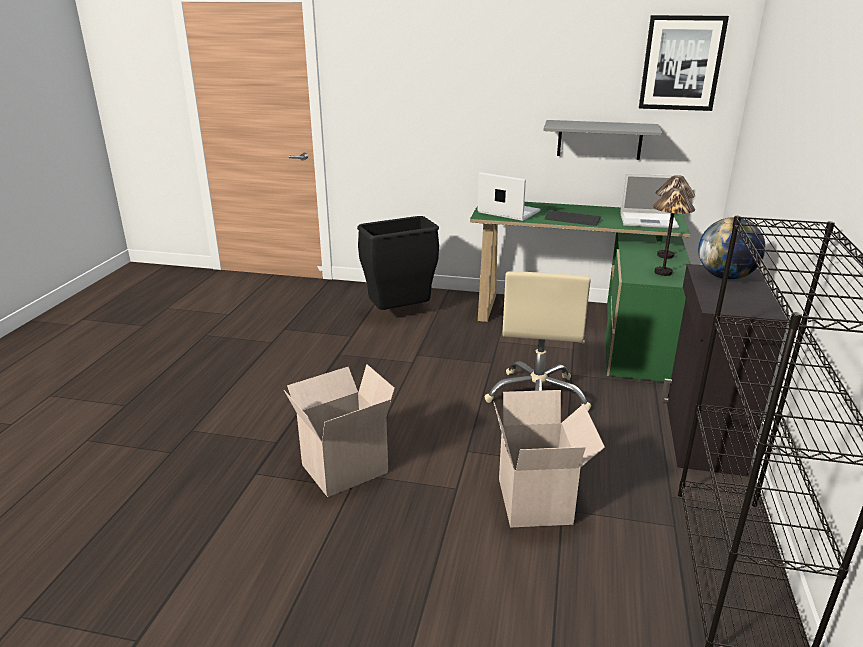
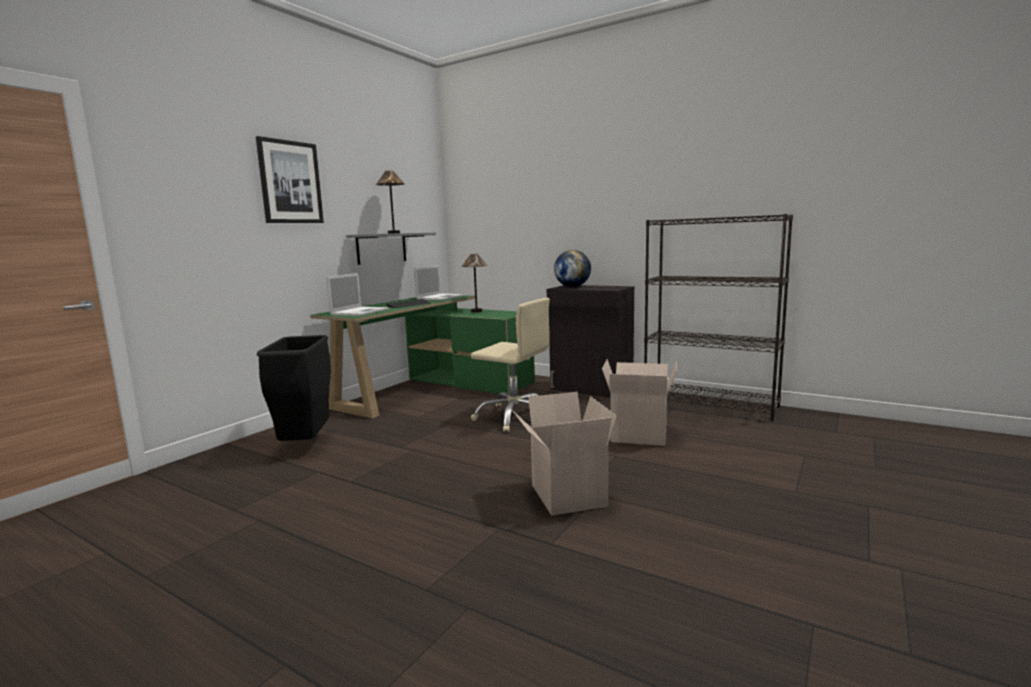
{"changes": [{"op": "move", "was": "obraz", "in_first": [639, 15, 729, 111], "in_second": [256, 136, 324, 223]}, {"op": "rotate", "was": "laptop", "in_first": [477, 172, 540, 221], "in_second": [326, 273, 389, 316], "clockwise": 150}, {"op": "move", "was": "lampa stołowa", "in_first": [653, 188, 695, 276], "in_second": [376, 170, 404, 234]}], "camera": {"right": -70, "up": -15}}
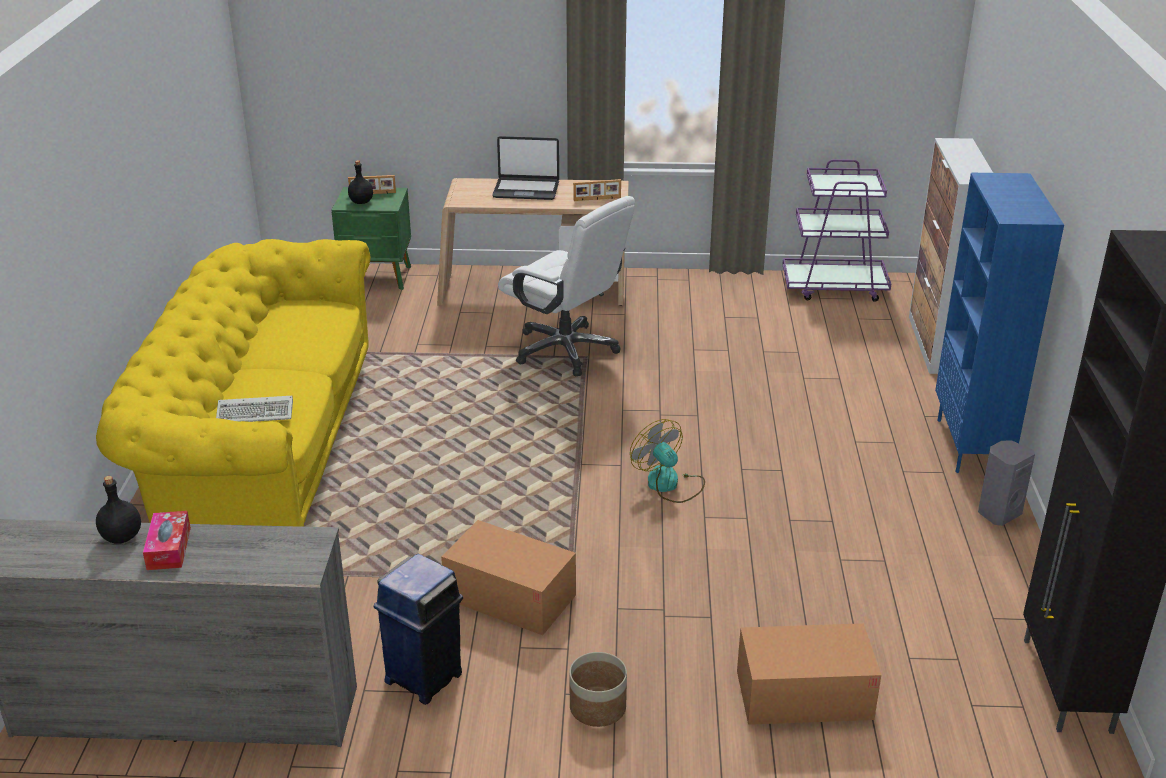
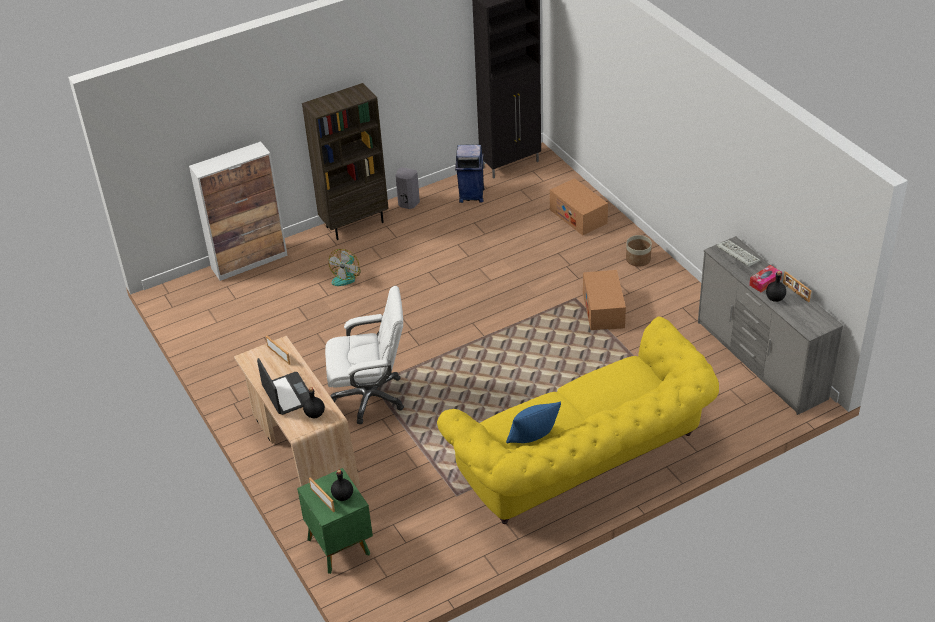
{"changes": [{"op": "delete", "was": "wózek/fioletowy", "in_first": [782, 159, 891, 302]}, {"op": "recolor", "was": "regał/niebieski", "now": "regał/brązowy", "in_first": [935, 173, 1064, 473], "in_second": [302, 83, 389, 240]}, {"op": "rotate", "was": "krzesło biurowe/biały", "in_first": [498, 196, 635, 376], "in_second": [325, 286, 404, 424], "clockwise": 75}, {"op": "move", "was": "klawiatura", "in_first": [216, 396, 293, 422], "in_second": [717, 240, 760, 267]}, {"op": "move", "was": "wentylator", "in_first": [630, 419, 705, 503], "in_second": [329, 249, 360, 286]}, {"op": "move", "was": "kosz na śmieci/niebieski", "in_first": [374, 554, 463, 705], "in_second": [455, 144, 485, 203]}, {"op": "insert", "now": "ramka na zdjęcie", "in_second": [783, 271, 811, 302]}, {"op": "insert", "now": "butelka/czarny", "in_second": [303, 387, 325, 418]}, {"op": "insert", "now": "poduszka/niebieski", "in_second": [506, 402, 561, 444]}], "camera": {"right": -120, "up": 10}}
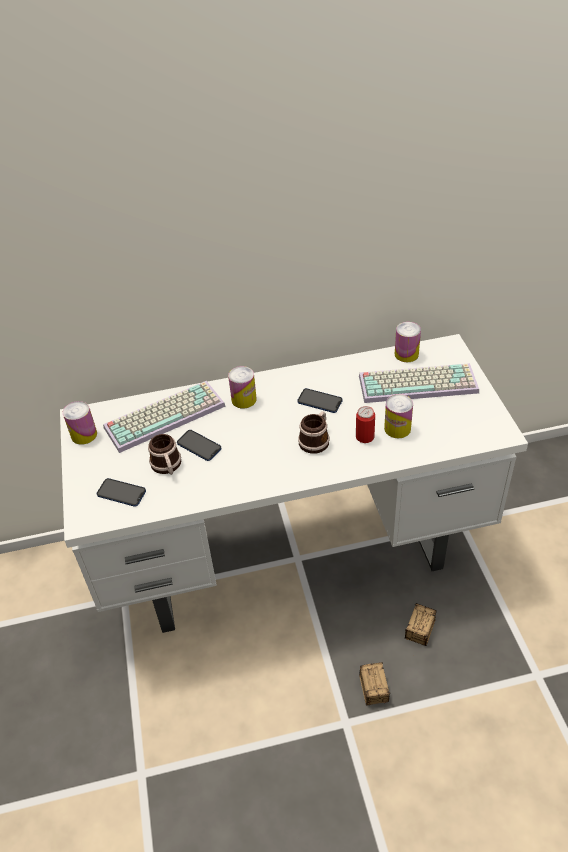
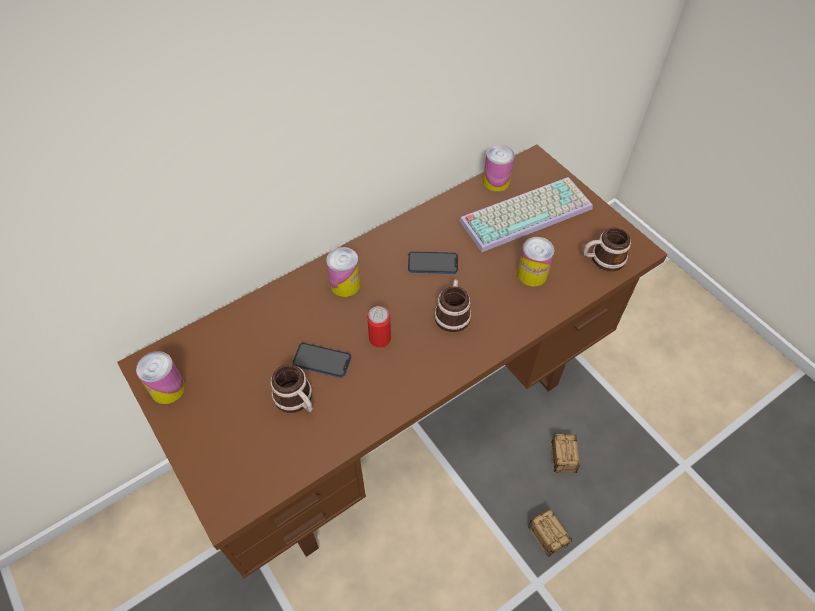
{"changes": [{"op": "recolor", "was": "biurko/biały", "now": "biurko/brązowy", "in_first": [60, 334, 528, 633], "in_second": [117, 144, 667, 578]}, {"op": "delete", "was": "klawiatura", "in_first": [103, 381, 225, 453]}, {"op": "move", "was": "puszka", "in_first": [356, 406, 375, 443], "in_second": [367, 306, 391, 347]}, {"op": "delete", "was": "telefon", "in_first": [97, 478, 146, 507]}, {"op": "insert", "now": "kubek", "in_second": [583, 227, 631, 272]}], "camera": {"right": -25, "up": 10}}
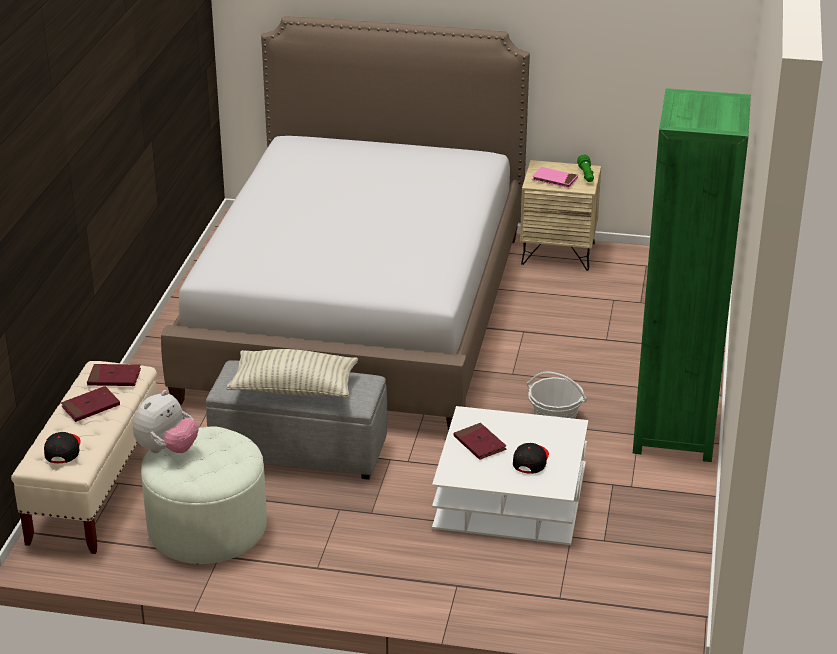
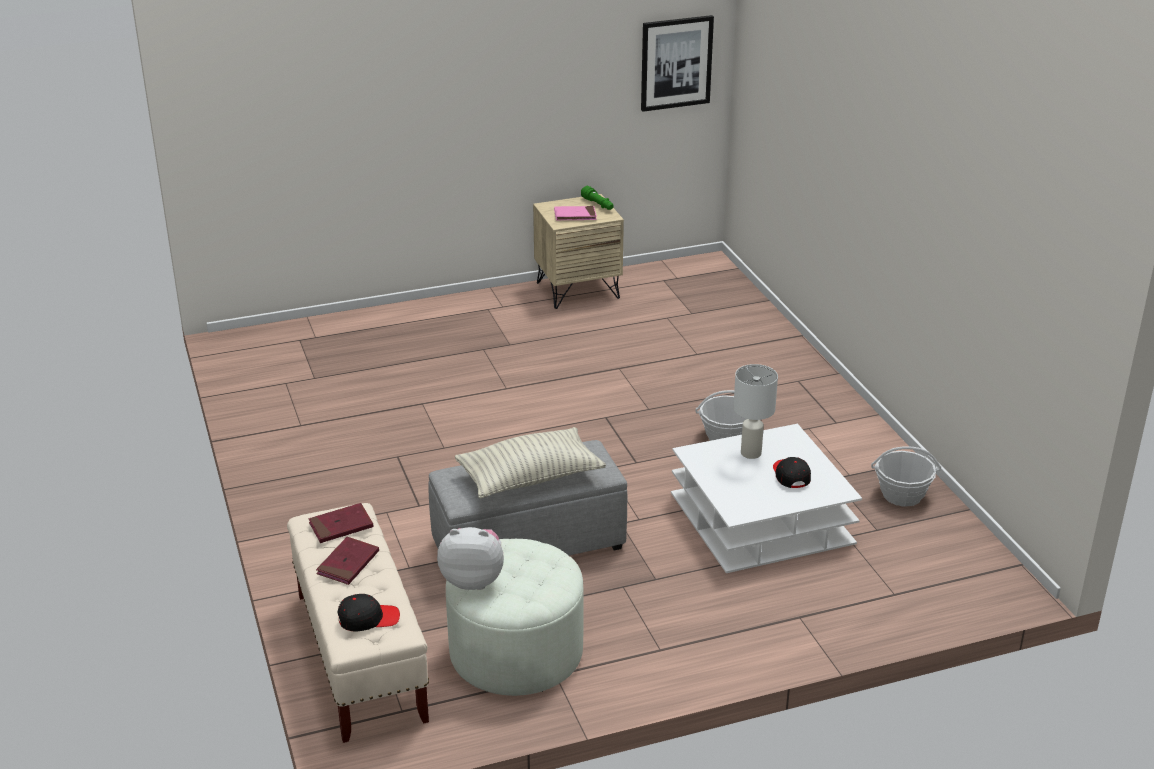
{"changes": [{"op": "delete", "was": "łóżko", "in_first": [161, 16, 530, 431]}, {"op": "delete", "was": "regał/zielony", "in_first": [633, 88, 751, 462]}, {"op": "rotate", "was": "pluszak", "in_first": [133, 390, 199, 453], "in_second": [437, 527, 504, 590], "clockwise": -90}, {"op": "delete", "was": "książka/czerwony", "in_first": [454, 423, 507, 460]}, {"op": "rotate", "was": "czapka z daszkiem/czarny", "in_first": [44, 432, 81, 463], "in_second": [338, 594, 400, 632], "clockwise": 105}, {"op": "insert", "now": "obraz", "in_second": [641, 15, 714, 112]}, {"op": "insert", "now": "lampa stołowa/biały", "in_second": [733, 364, 778, 459]}, {"op": "insert", "now": "koszyk", "in_second": [871, 446, 941, 507]}], "camera": {"right": -30, "up": 0}}
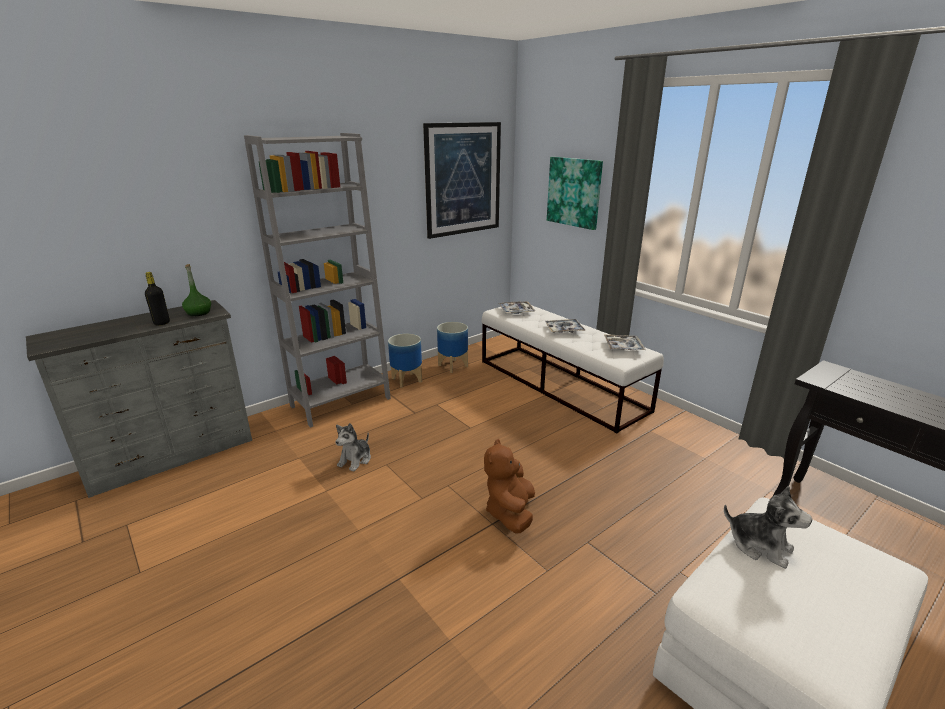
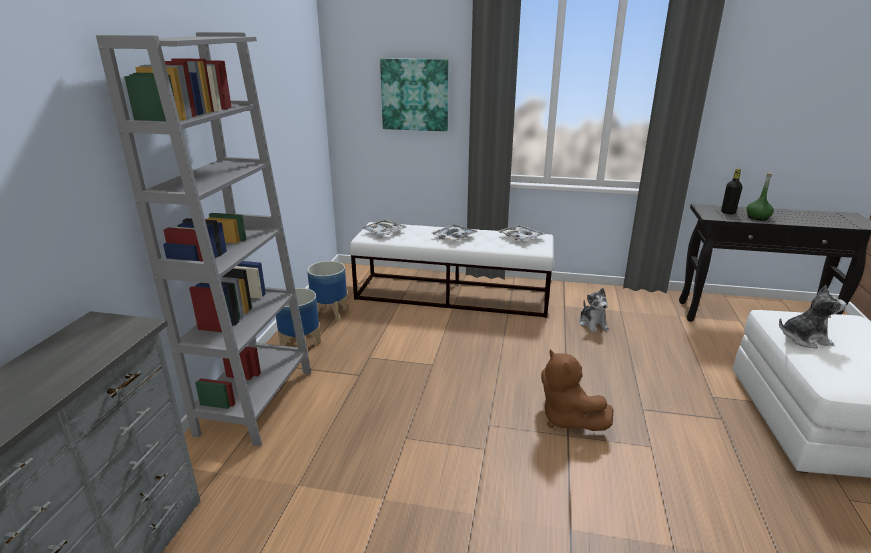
{"changes": [{"op": "delete", "was": "obraz", "in_first": [423, 122, 501, 239]}, {"op": "move", "was": "butelka/zielony", "in_first": [182, 264, 211, 316], "in_second": [746, 173, 774, 221]}, {"op": "move", "was": "butelka/czarny", "in_first": [145, 272, 170, 326], "in_second": [721, 168, 743, 214]}, {"op": "move", "was": "pluszak", "in_first": [335, 423, 371, 472], "in_second": [579, 288, 609, 332]}], "camera": {"right": -40, "up": 0}}
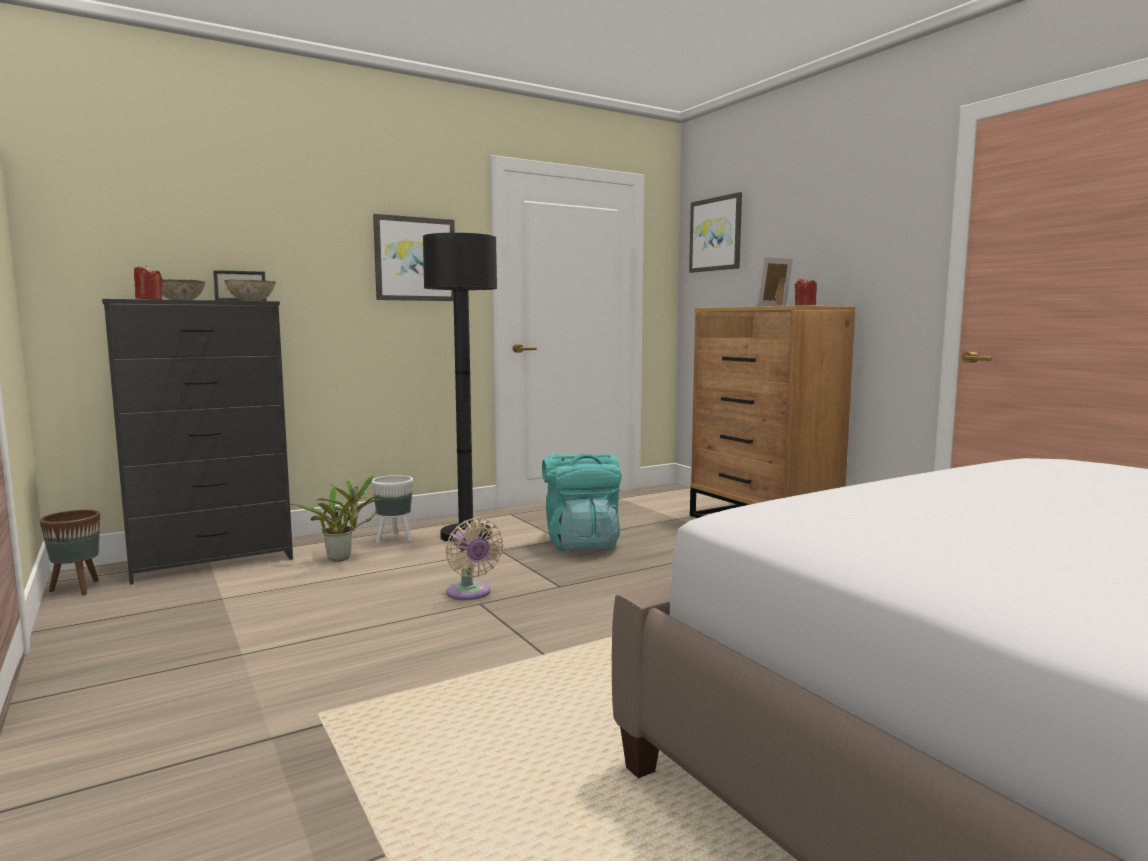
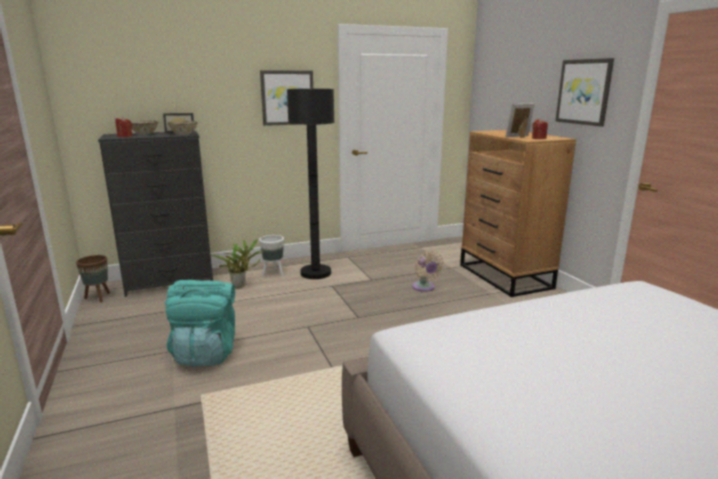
{"changes": [{"op": "move", "was": "obraz", "in_first": [689, 192, 742, 273], "in_second": [556, 58, 614, 127]}, {"op": "move", "was": "plecak/turkusowy", "in_first": [542, 453, 622, 552], "in_second": [165, 280, 235, 366]}, {"op": "move", "was": "wentylator/beżowy", "in_first": [445, 517, 503, 600], "in_second": [412, 251, 444, 292]}], "camera": {"right": 10, "up": 10}}
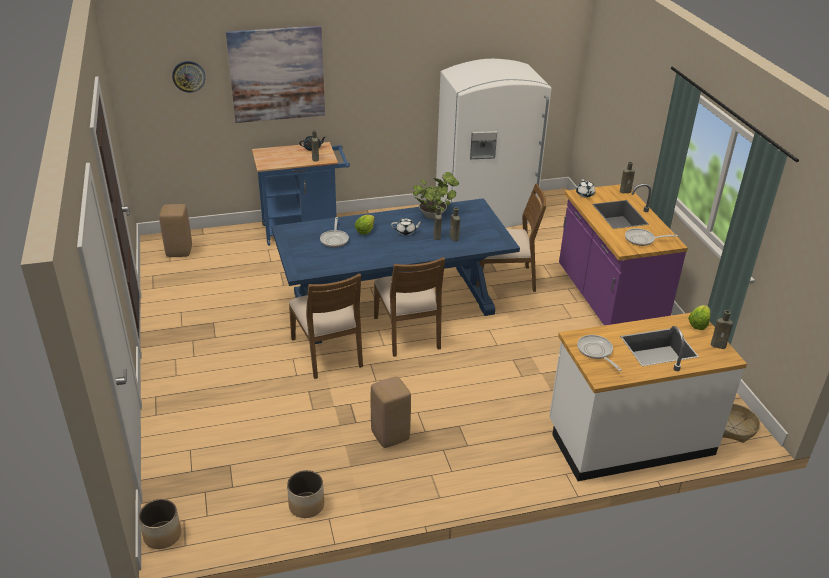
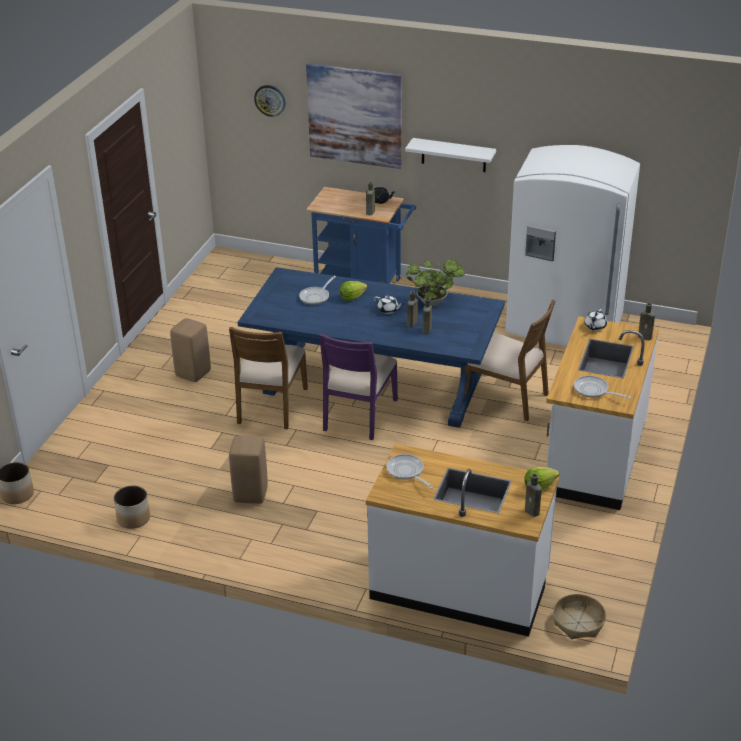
{"changes": [{"op": "recolor", "was": "zabudowa kuchenna/fioletowy", "now": "zabudowa kuchenna/biały", "in_first": [559, 184, 688, 326], "in_second": [546, 316, 659, 510]}, {"op": "move", "was": "stołek/beżowy", "in_first": [159, 204, 192, 257], "in_second": [170, 318, 211, 382]}, {"op": "recolor", "was": "krzesło/brązowy", "now": "krzesło/fioletowy", "in_first": [374, 257, 445, 357], "in_second": [319, 333, 398, 440]}, {"op": "rotate", "was": "patelnia", "in_first": [577, 335, 622, 371], "in_second": [386, 454, 434, 489], "clockwise": -45}, {"op": "insert", "now": "półka/biały", "in_second": [405, 138, 496, 172]}], "camera": {"right": 35, "up": 0}}
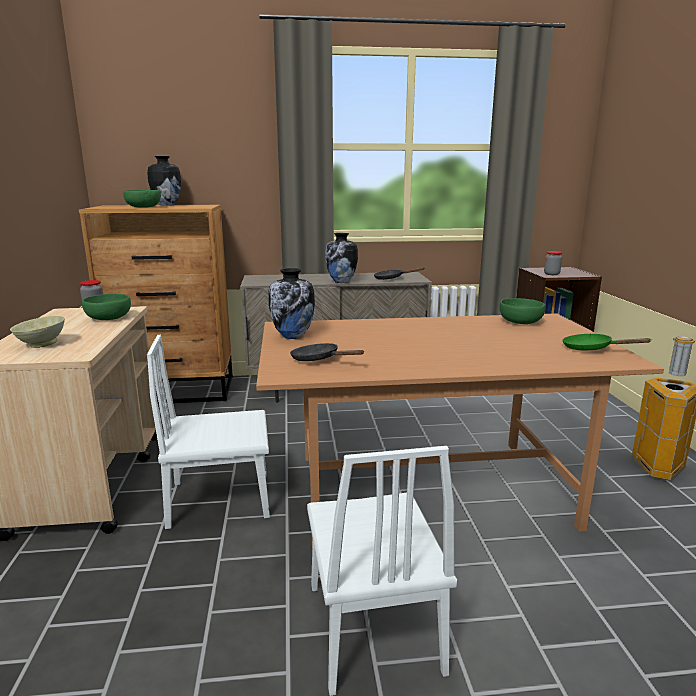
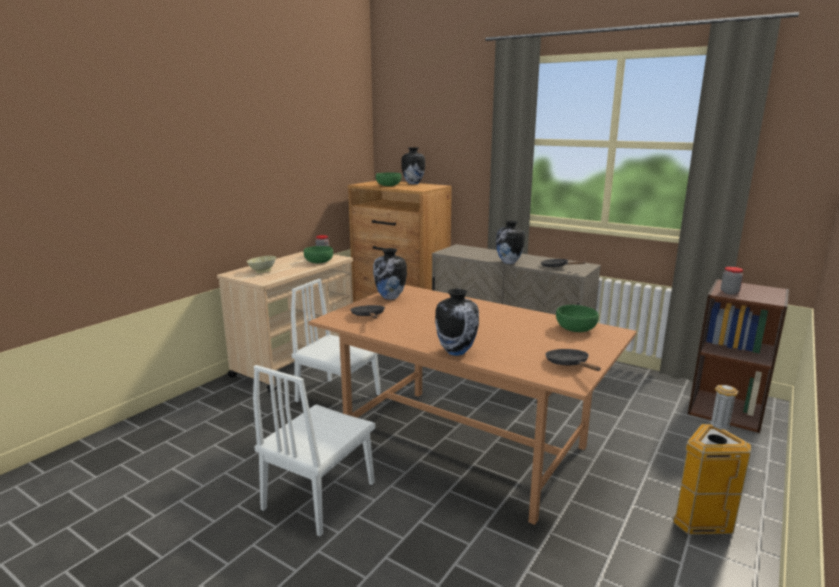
{"changes": [{"op": "recolor", "was": "patelnia/zielony", "now": "patelnia/czarny", "in_first": [562, 333, 652, 350], "in_second": [545, 349, 601, 371]}, {"op": "insert", "now": "wazon", "in_second": [435, 289, 479, 356]}], "camera": {"right": 40, "up": 0}}
